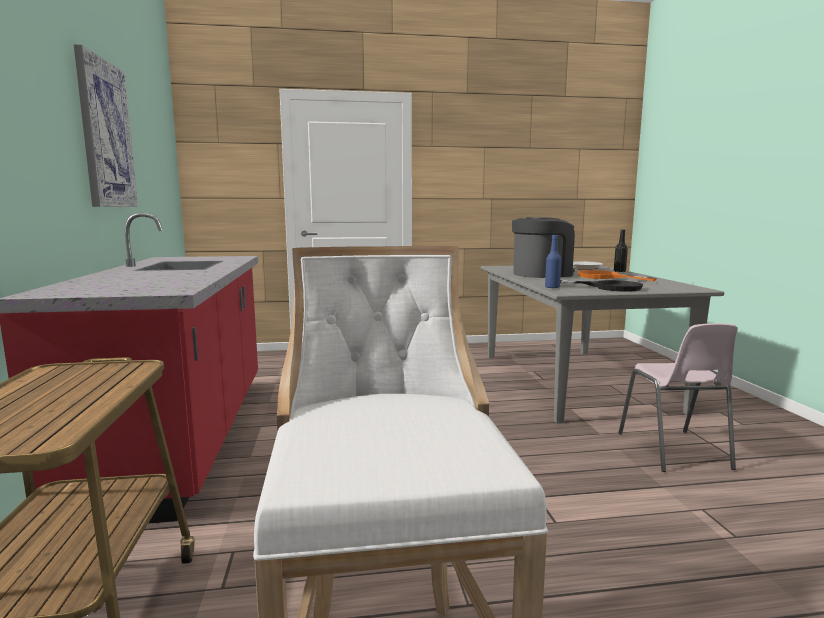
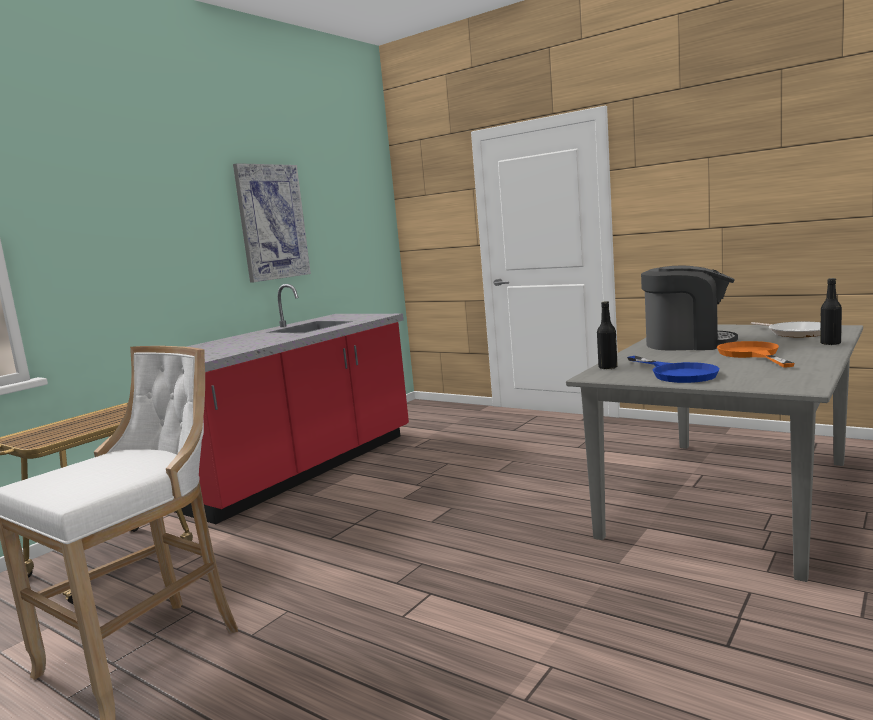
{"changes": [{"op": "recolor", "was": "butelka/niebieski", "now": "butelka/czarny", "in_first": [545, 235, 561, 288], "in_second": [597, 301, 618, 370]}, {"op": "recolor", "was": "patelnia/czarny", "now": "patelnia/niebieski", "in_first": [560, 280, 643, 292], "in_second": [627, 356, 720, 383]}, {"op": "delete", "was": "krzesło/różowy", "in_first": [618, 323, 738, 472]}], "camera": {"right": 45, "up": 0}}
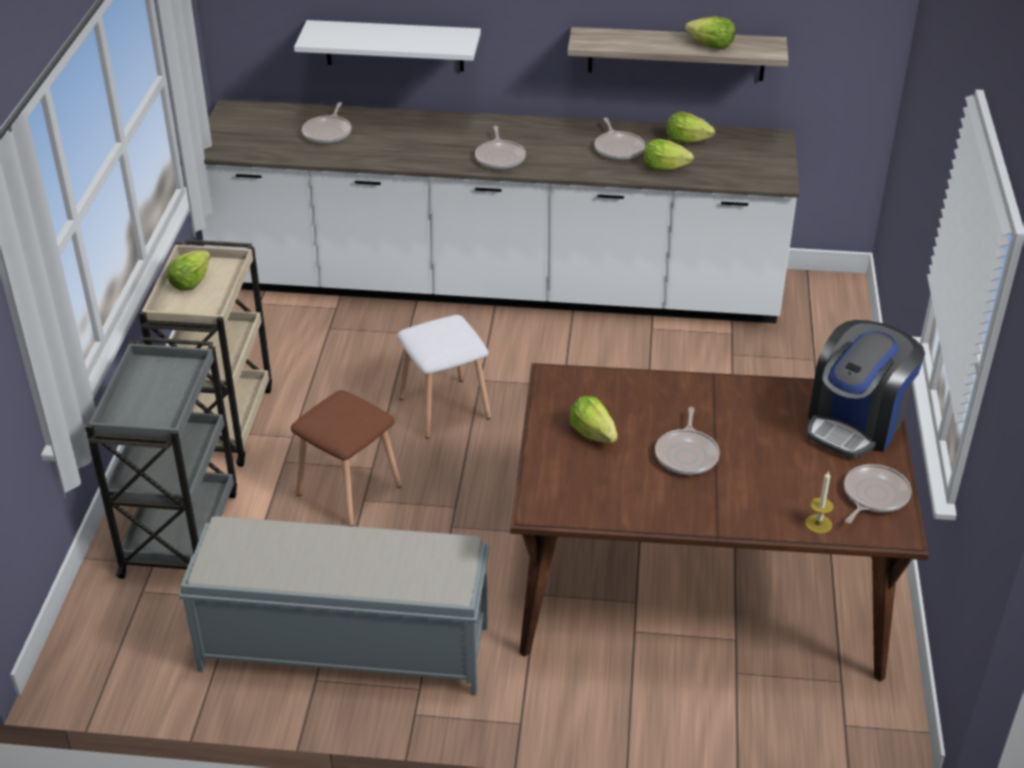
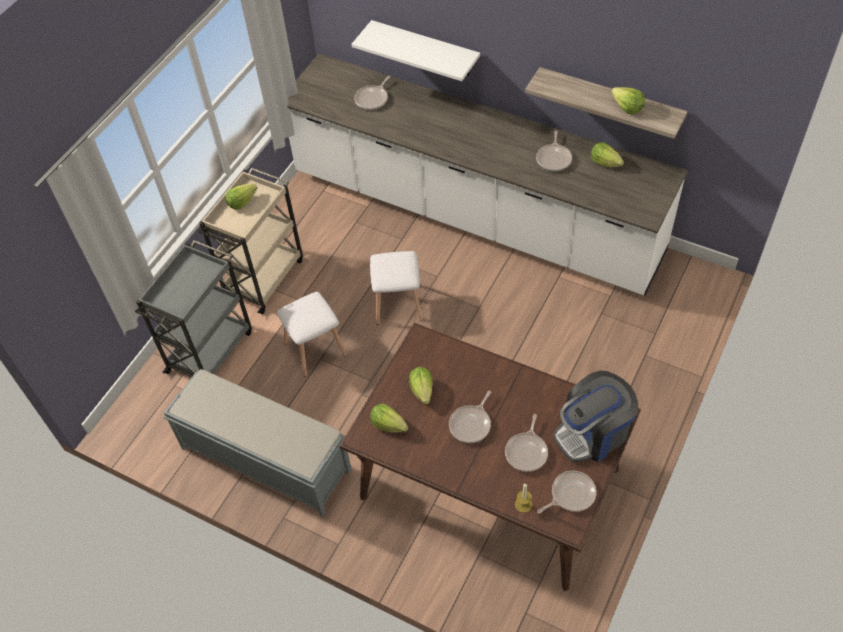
{"changes": [{"op": "move", "was": "patelnia", "in_first": [475, 126, 526, 170], "in_second": [505, 414, 548, 472]}, {"op": "move", "was": "sałata", "in_first": [643, 139, 694, 171], "in_second": [370, 404, 408, 433]}, {"op": "recolor", "was": "stołek/brązowy", "now": "stołek/biały", "in_first": [291, 390, 402, 526], "in_second": [277, 292, 347, 377]}], "camera": {"right": 25, "up": 15}}
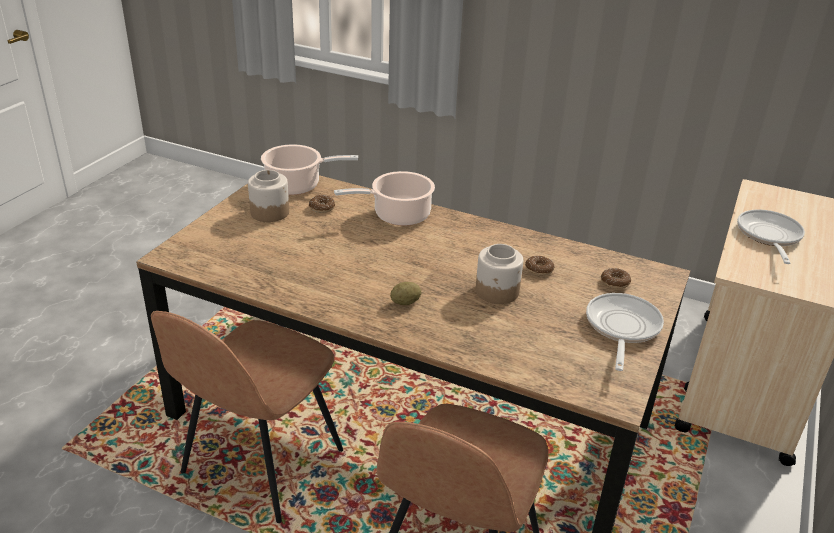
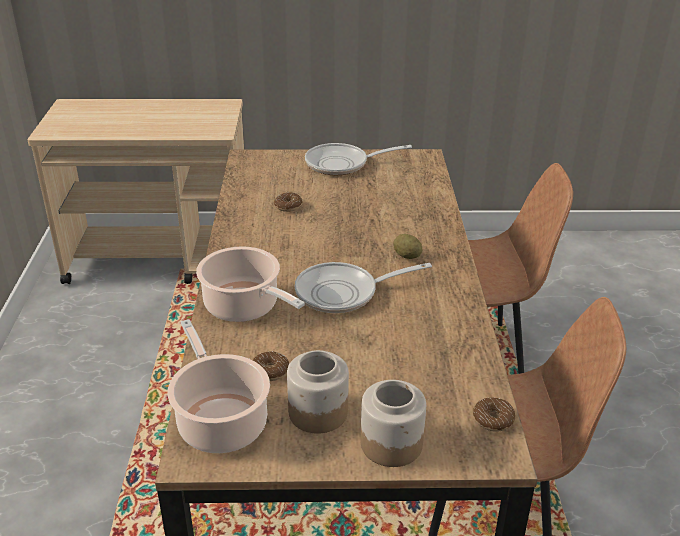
{"changes": [{"op": "move", "was": "patelnia", "in_first": [737, 209, 805, 264], "in_second": [295, 262, 432, 313]}, {"op": "move", "was": "słoik", "in_first": [476, 244, 523, 304], "in_second": [361, 380, 426, 467]}, {"op": "move", "was": "donut", "in_first": [601, 268, 631, 289], "in_second": [473, 398, 515, 432]}], "camera": {"right": -115, "up": 0}}
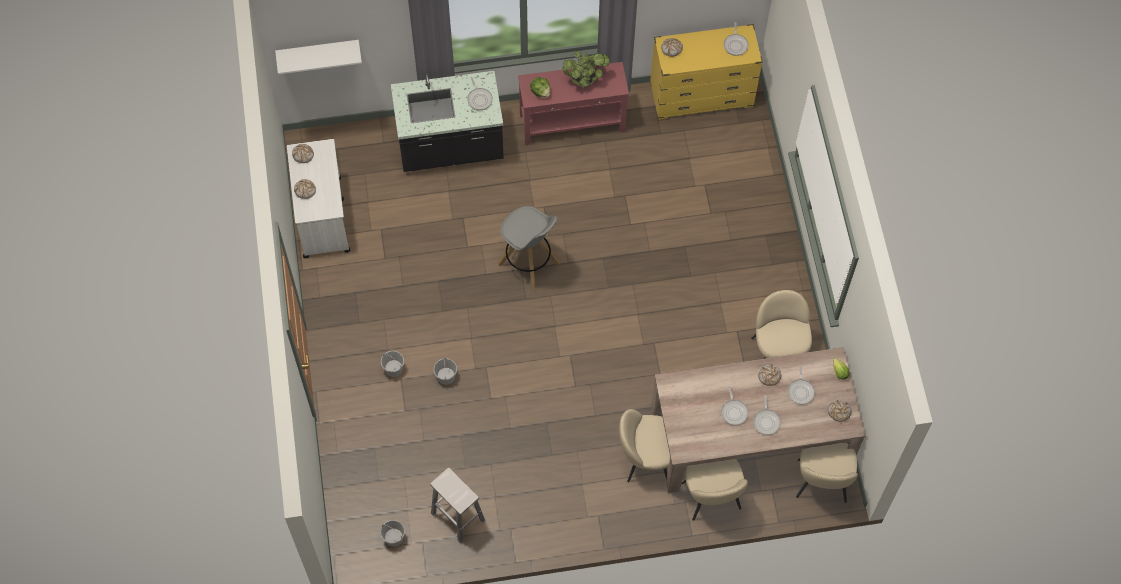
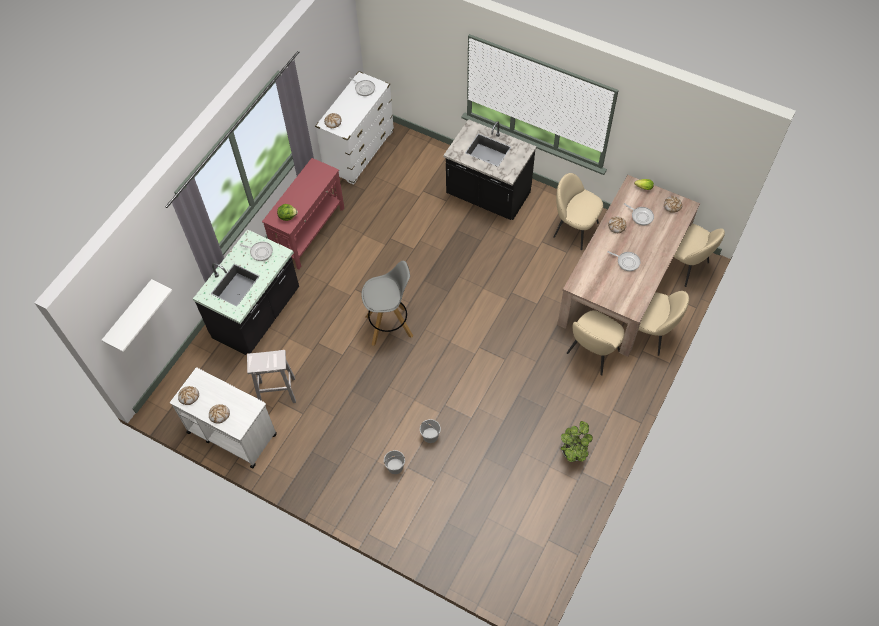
{"changes": [{"op": "recolor", "was": "komoda/żółty", "now": "komoda/biały", "in_first": [650, 24, 763, 120], "in_second": [315, 71, 394, 185]}, {"op": "move", "was": "roślina doniczkowa", "in_first": [563, 51, 610, 87], "in_second": [560, 421, 593, 462]}, {"op": "delete", "was": "patelnia", "in_first": [753, 395, 781, 435]}, {"op": "move", "was": "stołek/biały", "in_first": [430, 467, 485, 543], "in_second": [247, 350, 296, 403]}, {"op": "delete", "was": "wiadro/biały", "in_first": [380, 520, 405, 547]}, {"op": "insert", "now": "zabudowa kuchenna/czarny", "in_second": [443, 119, 537, 220]}], "camera": {"right": -50, "up": -5}}
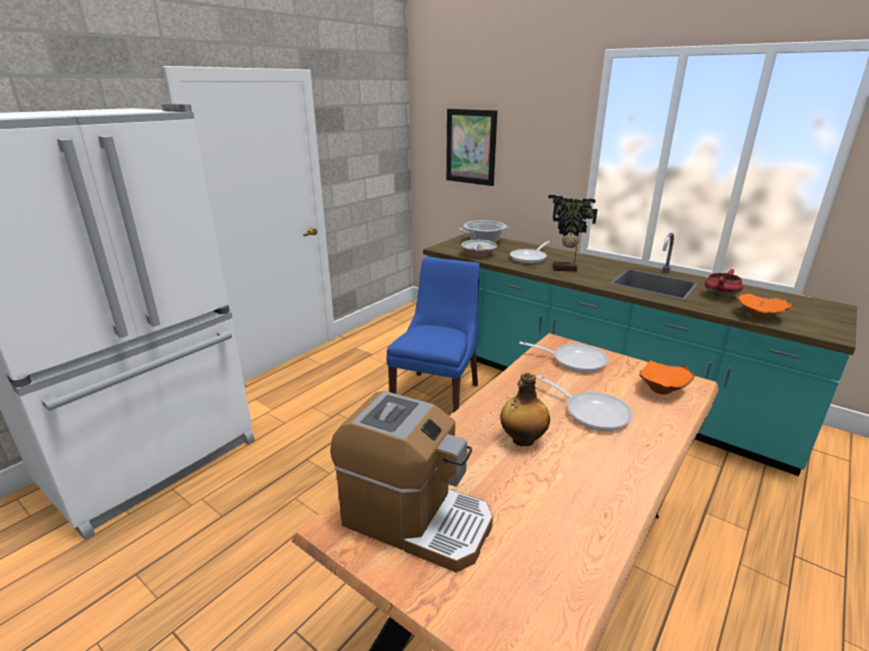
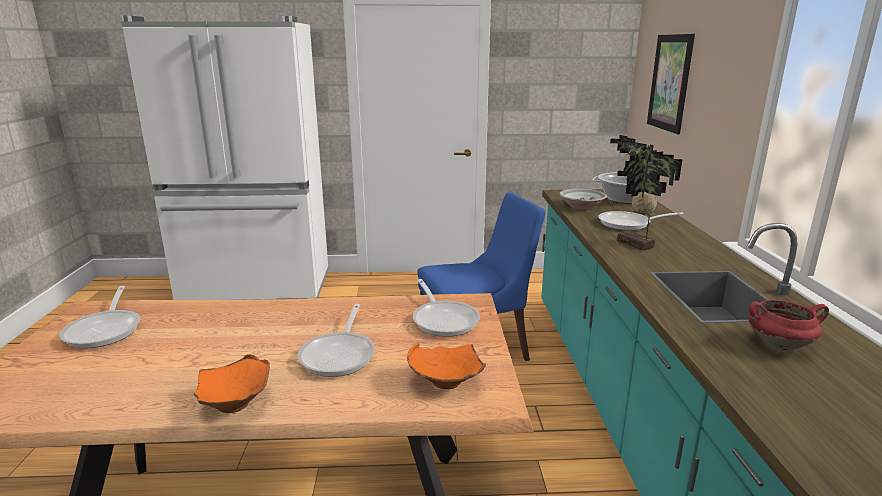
{"changes": [{"op": "move", "was": "miska/pomarańczowy", "in_first": [737, 292, 791, 320], "in_second": [194, 354, 270, 413]}, {"op": "delete", "was": "butelka", "in_first": [500, 372, 550, 446]}, {"op": "replace", "was": "ekspres do kawy", "now": "patelnia", "in_first": [330, 391, 493, 572], "in_second": [59, 286, 140, 349]}], "camera": {"right": 50, "up": -5}}
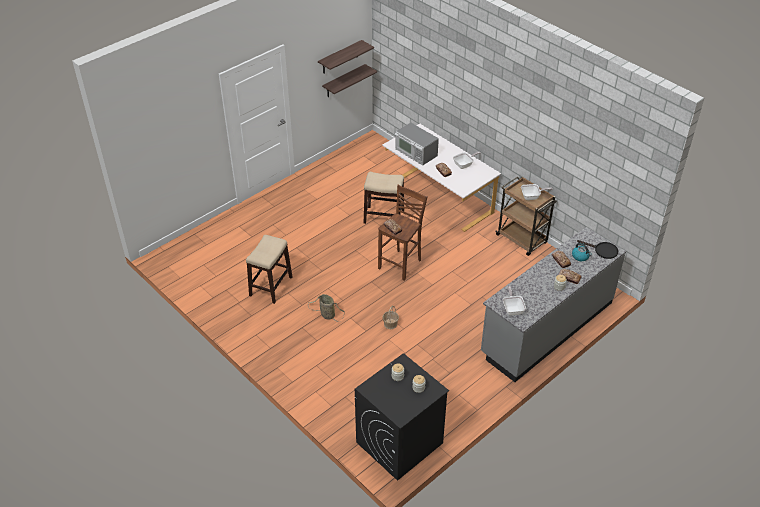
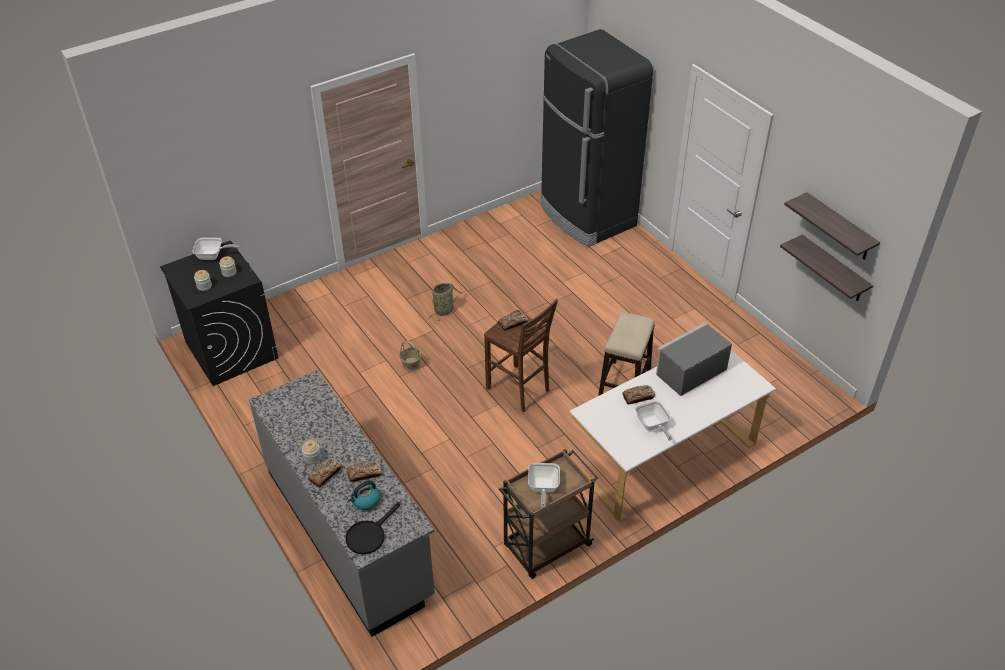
{"changes": [{"op": "delete", "was": "stołek", "in_first": [246, 235, 292, 304]}, {"op": "move", "was": "patelnia", "in_first": [503, 286, 526, 315], "in_second": [192, 238, 239, 260]}, {"op": "insert", "now": "lodówka/czarny", "in_second": [541, 29, 653, 247]}], "camera": {"right": 100, "up": 0}}
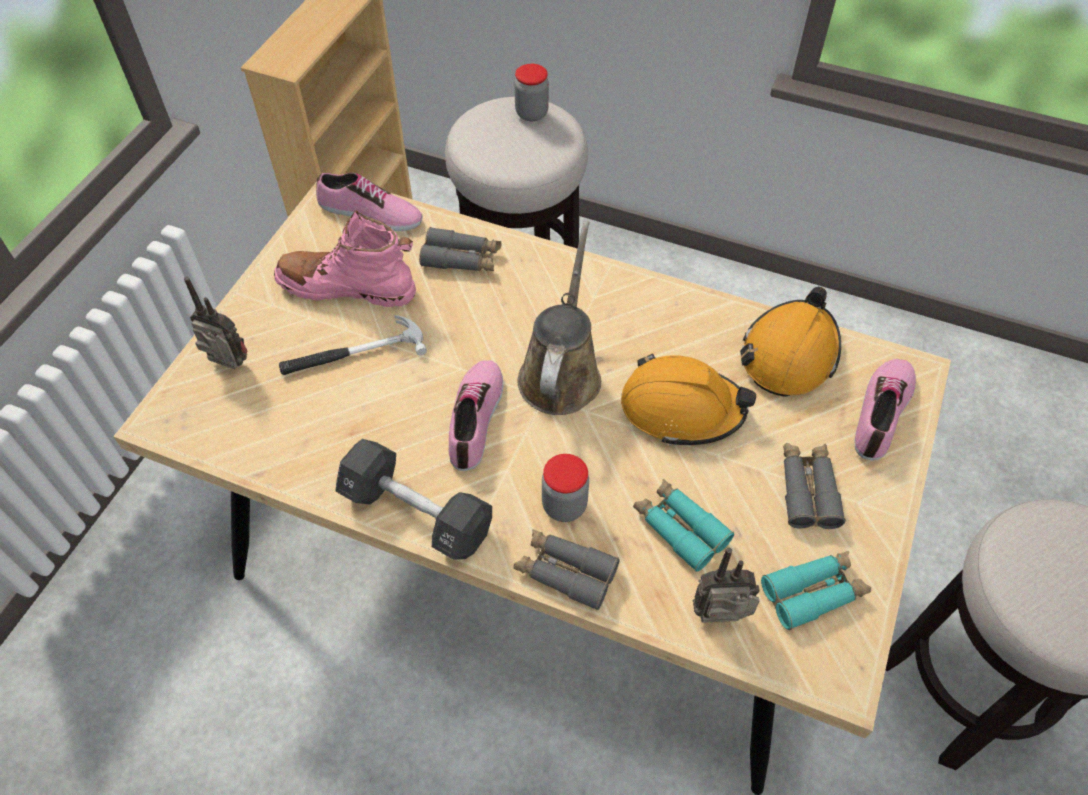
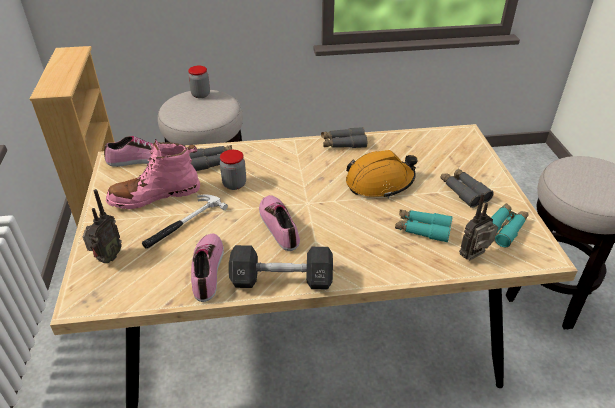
{"changes": [{"op": "delete", "was": "konewka/brązowy", "in_first": [518, 221, 601, 415]}, {"op": "rotate", "was": "radio", "in_first": [184, 277, 248, 369], "in_second": [83, 189, 122, 263], "clockwise": 120}, {"op": "delete", "was": "kask/pomarańczowy", "in_first": [740, 287, 841, 397]}, {"op": "move", "was": "but", "in_first": [854, 359, 916, 460], "in_second": [191, 233, 224, 302]}, {"op": "move", "was": "słoik", "in_first": [542, 454, 589, 522], "in_second": [220, 150, 246, 190]}, {"op": "move", "was": "lornetka/szary", "in_first": [514, 529, 620, 610], "in_second": [321, 127, 367, 148]}], "camera": {"right": -30, "up": -15}}
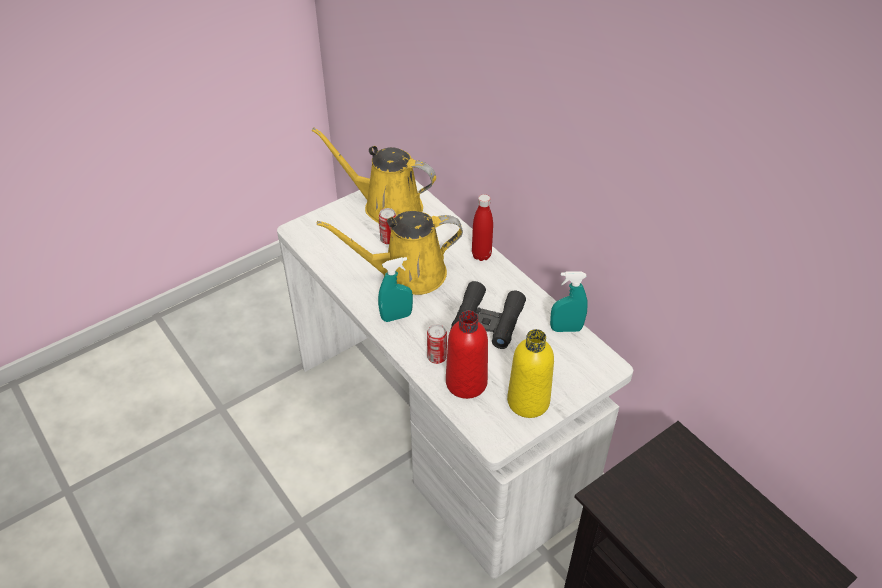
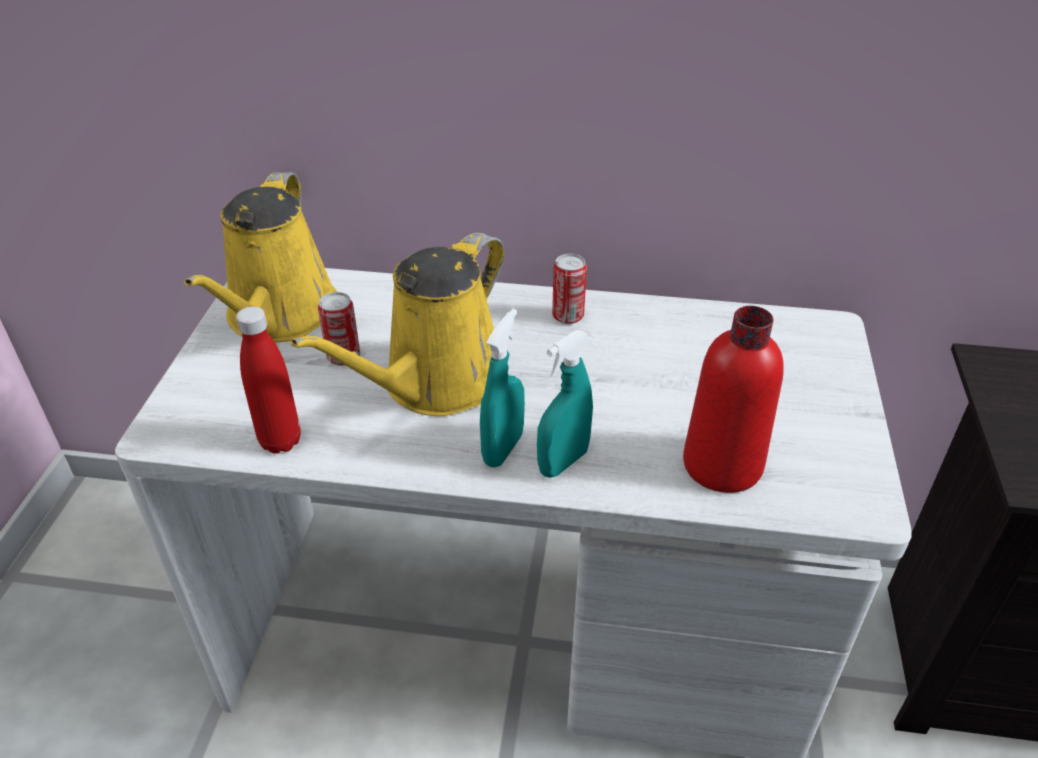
{"changes": [{"op": "rotate", "was": "konewka/żółty", "in_first": [312, 127, 436, 223], "in_second": [184, 172, 337, 342], "clockwise": -60}, {"op": "move", "was": "butelka/czerwony", "in_first": [472, 194, 493, 261], "in_second": [236, 306, 301, 454]}, {"op": "move", "was": "spryskiwacz/turkusowy", "in_first": [550, 272, 588, 332], "in_second": [537, 330, 593, 478]}, {"op": "delete", "was": "lornetka/czarny", "in_first": [450, 281, 526, 349]}, {"op": "move", "was": "puszka", "in_first": [427, 324, 447, 364], "in_second": [552, 254, 587, 324]}, {"op": "delete", "was": "butelka/żółty", "in_first": [507, 329, 554, 418]}], "camera": {"right": -45, "up": -5}}
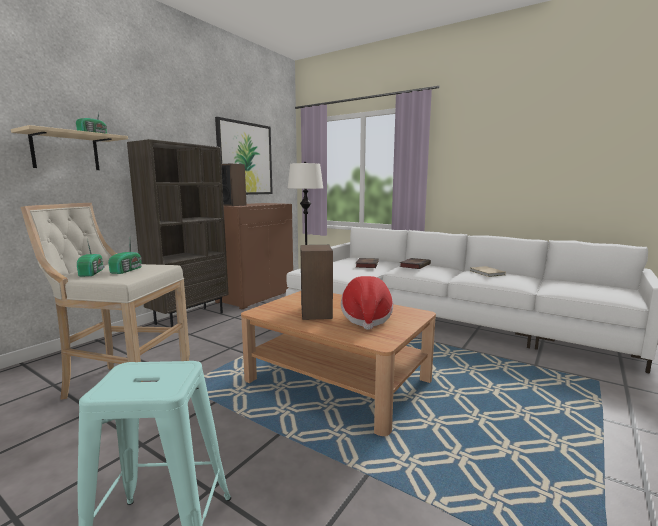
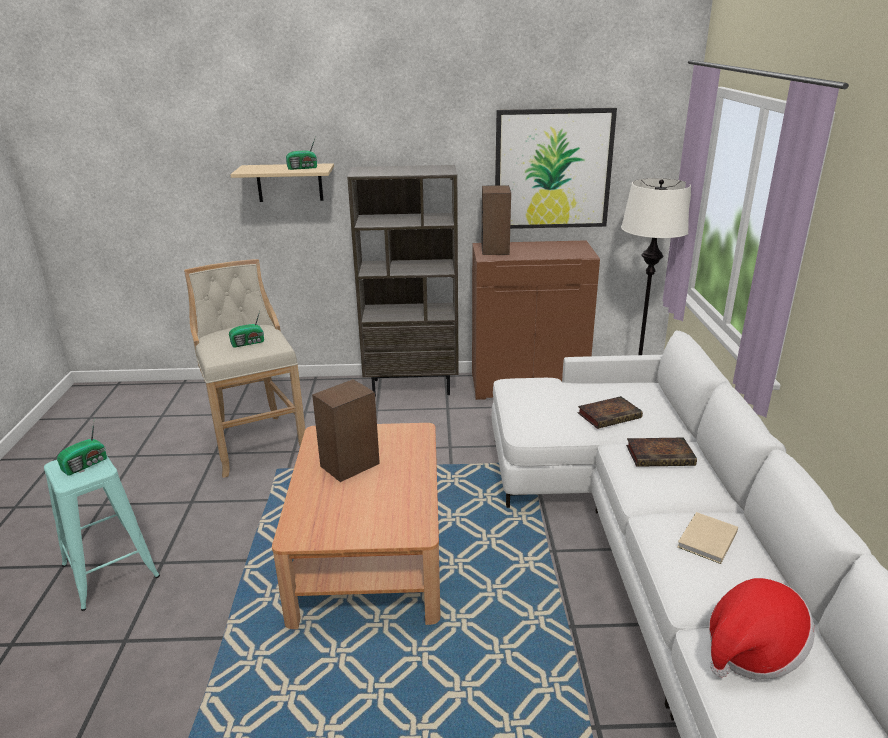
{"changes": [{"op": "move", "was": "radio", "in_first": [77, 239, 105, 277], "in_second": [57, 418, 107, 476]}, {"op": "move", "was": "kapelusz", "in_first": [341, 276, 393, 330], "in_second": [709, 578, 815, 680]}], "camera": {"right": 55, "up": 15}}
